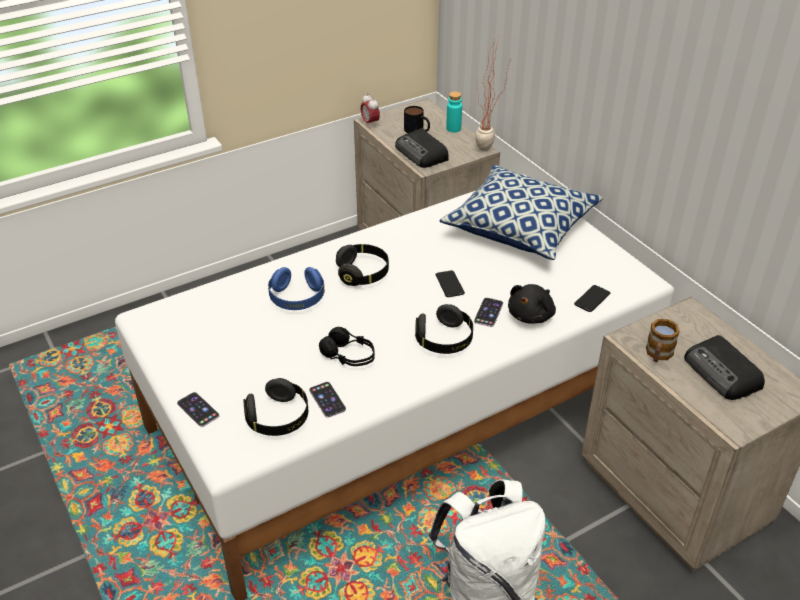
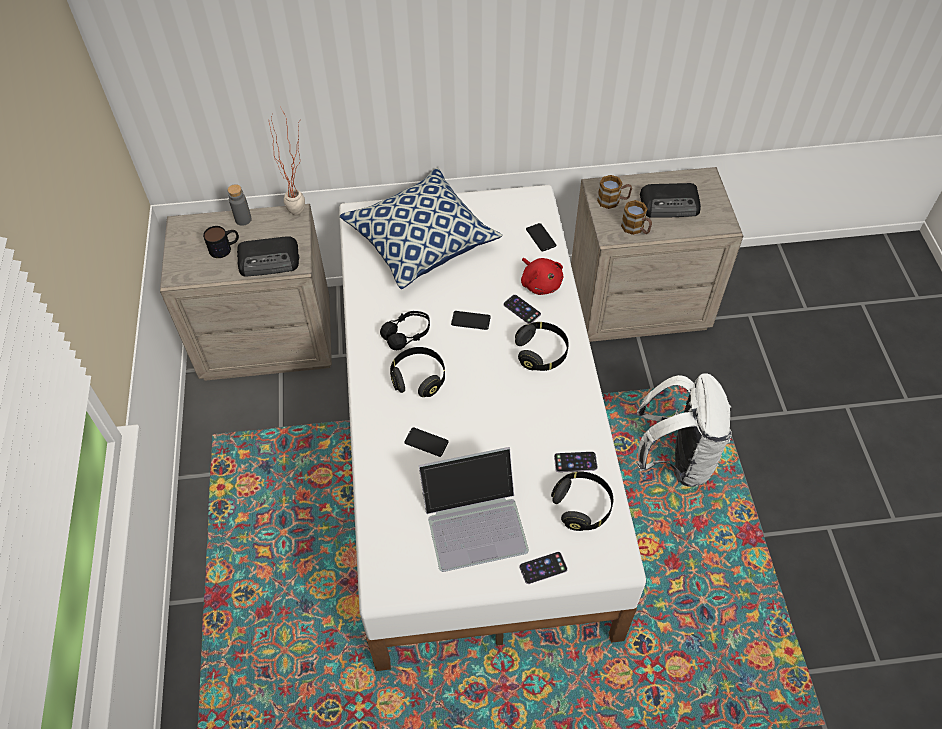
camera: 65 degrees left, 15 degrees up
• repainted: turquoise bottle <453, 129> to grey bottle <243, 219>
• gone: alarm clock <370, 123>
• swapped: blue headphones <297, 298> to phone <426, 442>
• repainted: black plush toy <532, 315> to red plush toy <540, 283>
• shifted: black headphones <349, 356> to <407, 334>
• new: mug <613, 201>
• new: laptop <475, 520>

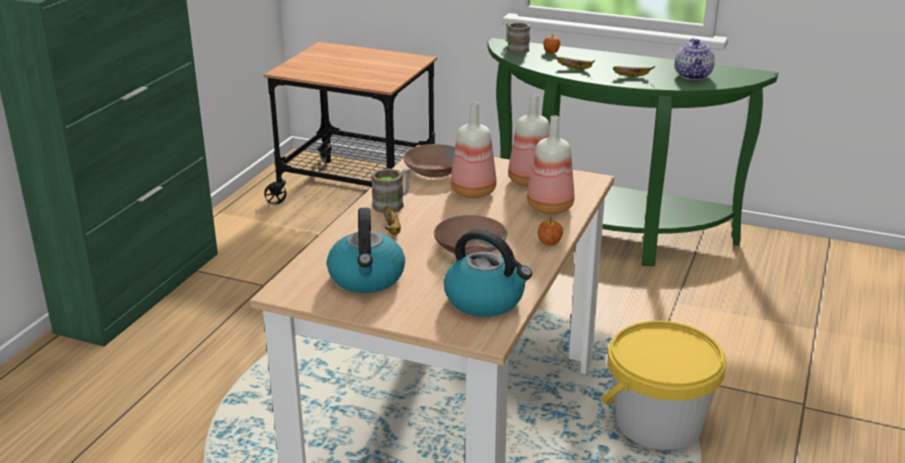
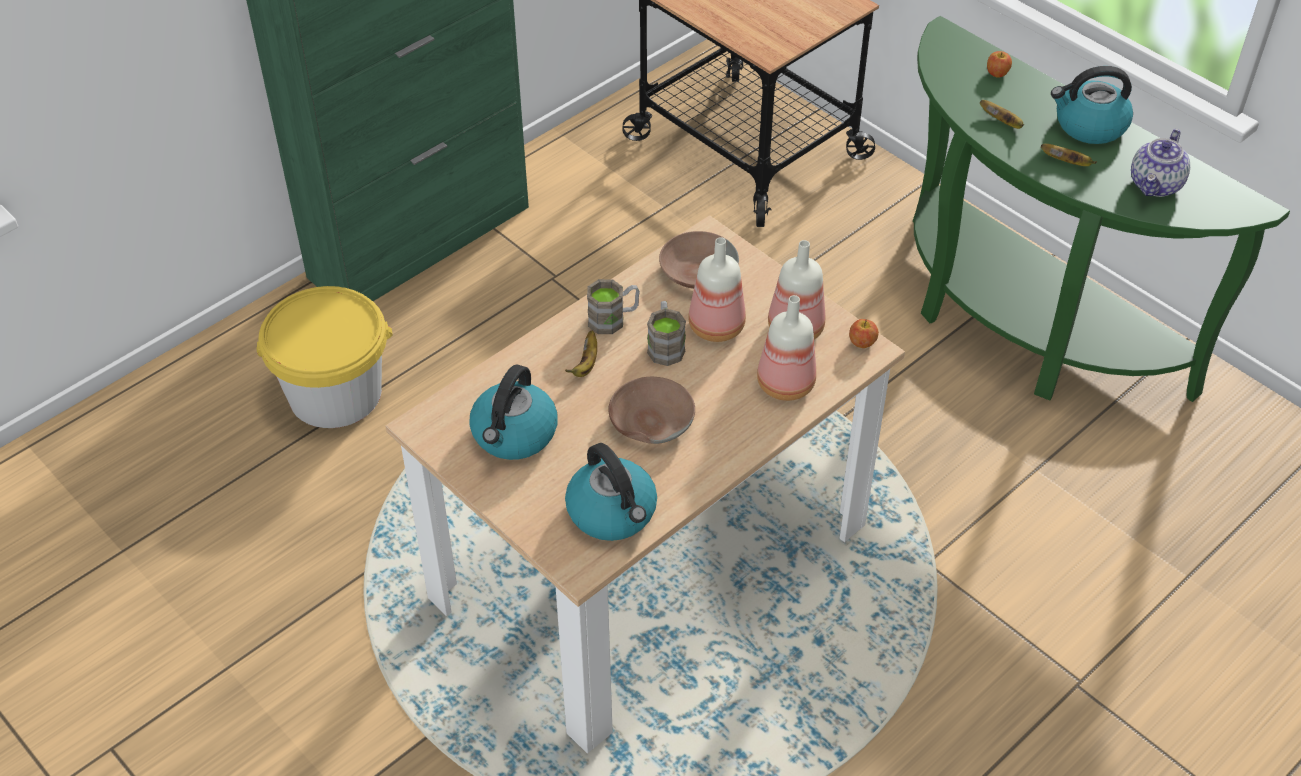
camera: 25 degrees right, 20 degrees up
• shifted: brown mug <515, 48> to <665, 345>
• shifted: apple <549, 243> to <862, 342>
• shifted: yellow bucket <658, 423> to <335, 393>
• new: kettle <1089, 126>

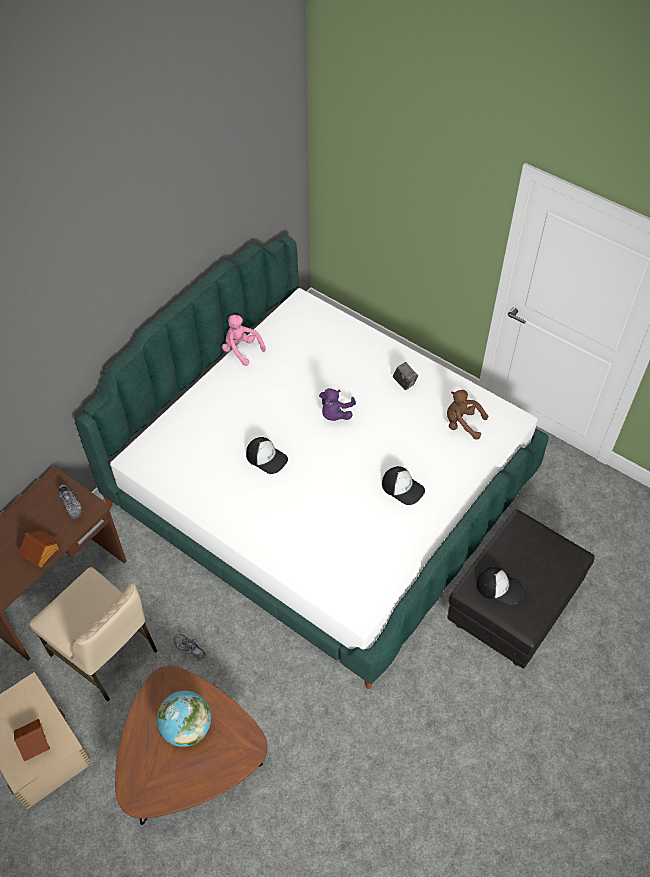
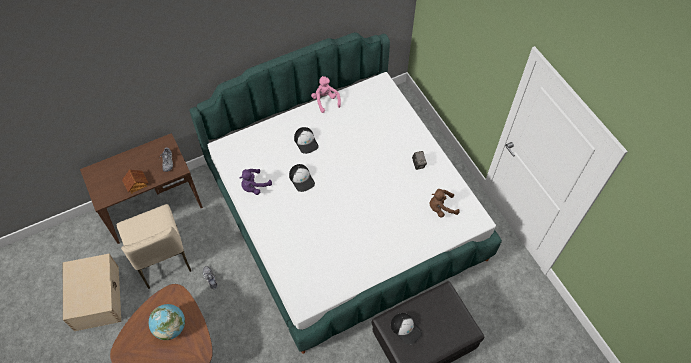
camera: 25 degrees right, 5 degrees up
• shifted: purple plush toy <335, 414> to <254, 186>
• rotated: brown plush toy <462, 423> = <441, 208> 60 degrees counterclockwise
• shifted: cap <403, 487> to <306, 142>
• gone: toy house <34, 742>

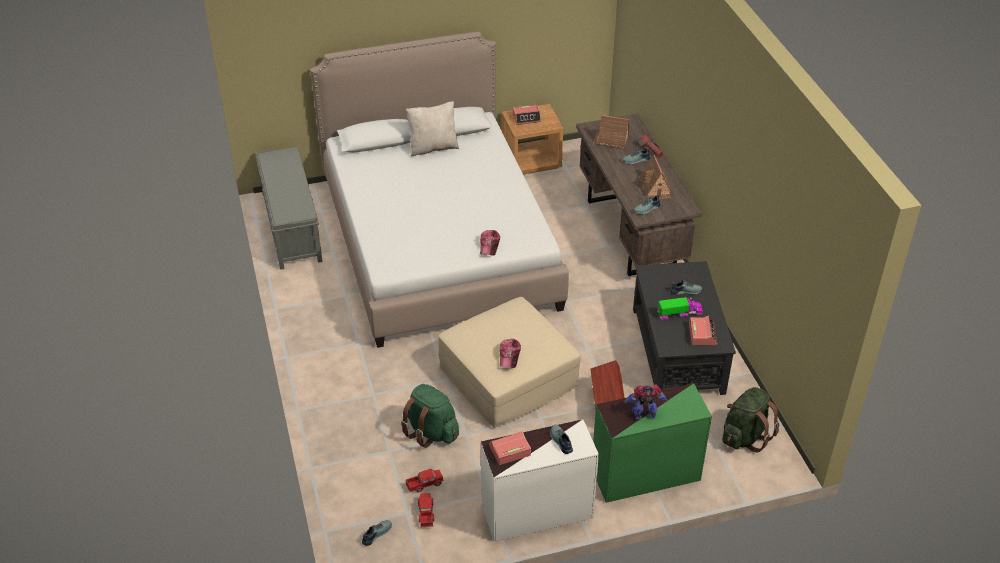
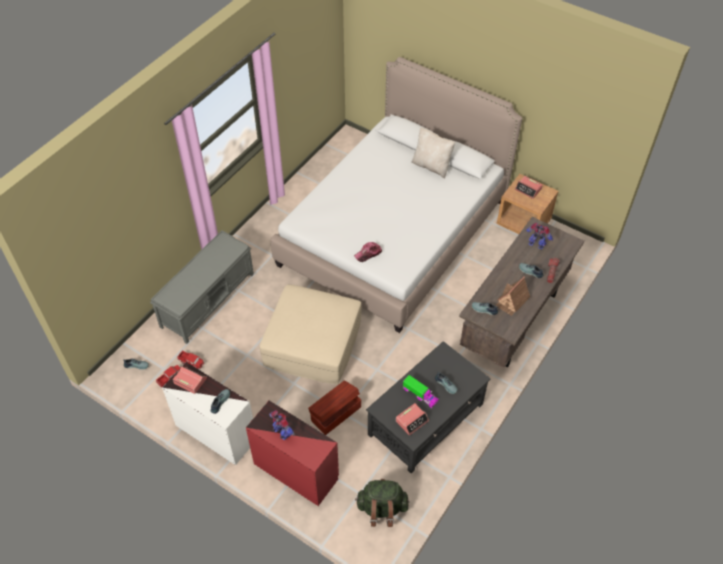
camera: 50 degrees right, 10 degrees up
• swapped: toy house <611, 140> to toy robot <536, 245>
• shifted: grey bench <291, 226> to <208, 299>
• gone: cap <509, 355>
• repainted: green dresser <644, 474> to red dresser <296, 470>
• gone: green backpack <431, 432>

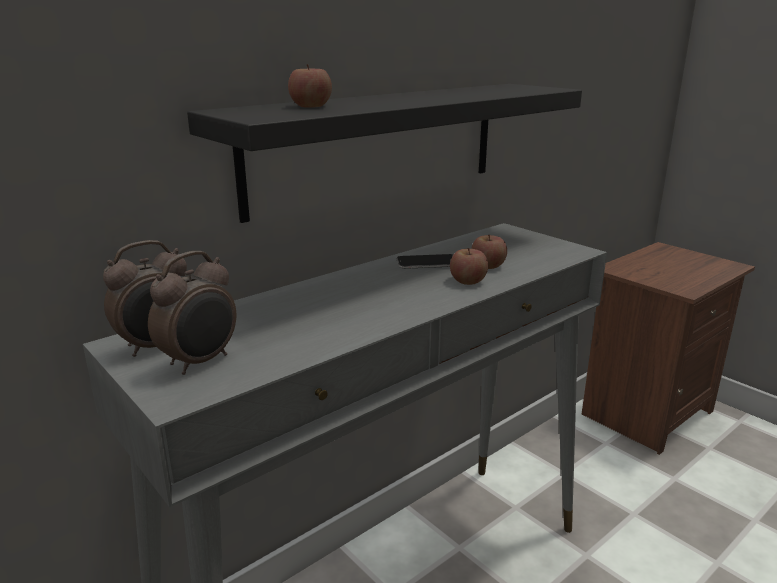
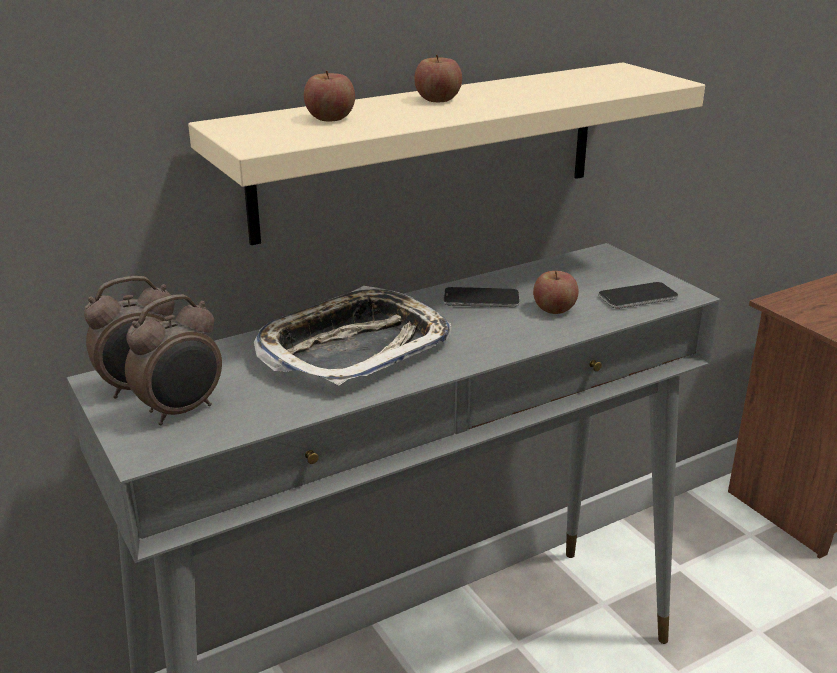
camera: 10 degrees right, 5 degrees up
• repainted: black shelf <379, 145> to beige shelf <430, 149>
• shifted: apple <468, 281> to <438, 99>
• new: phone <637, 297>
• new: tray <354, 347>

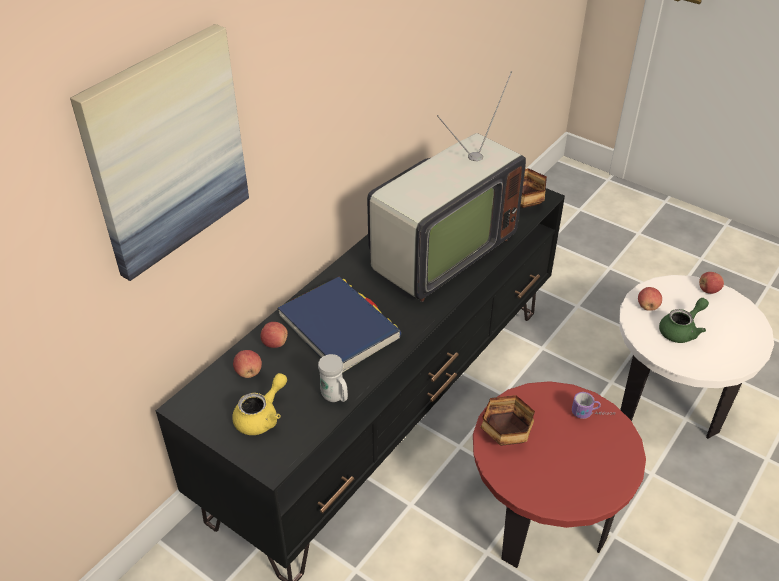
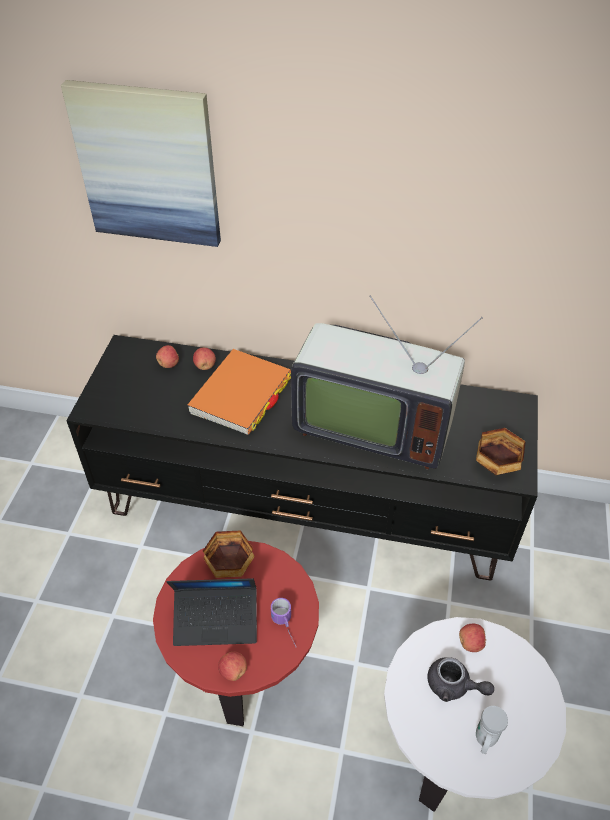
camera: 65 degrees right, 5 degrees up
• shifted: apple <708, 290> to <233, 671>
• repainted: blue book <339, 328> to orange book <241, 395>
• repainted: green teapot <681, 330> to grey teapot <454, 686>
• shifted: white mug <335, 397> to <484, 740>
• gone: yellow teapot <262, 416>
• new: laptop <216, 620>

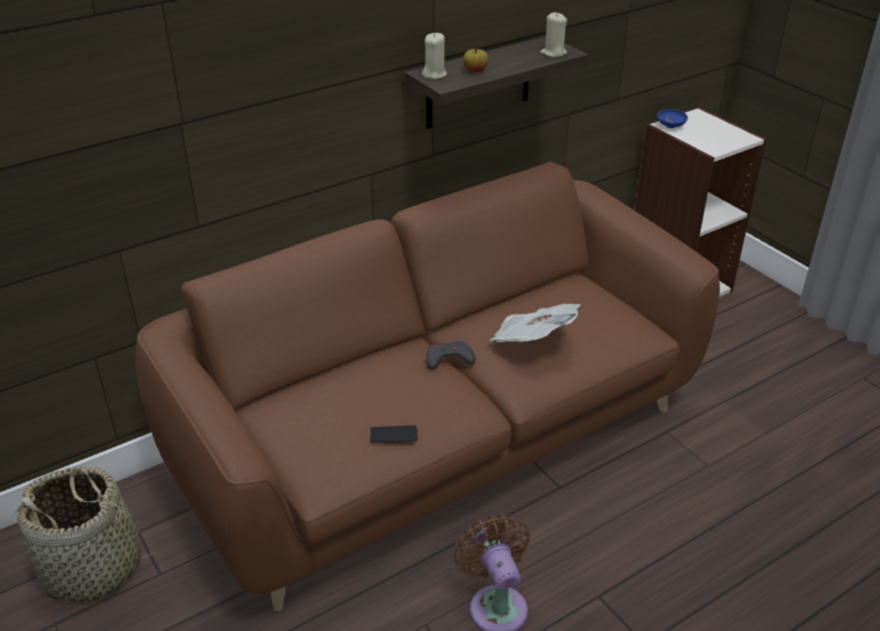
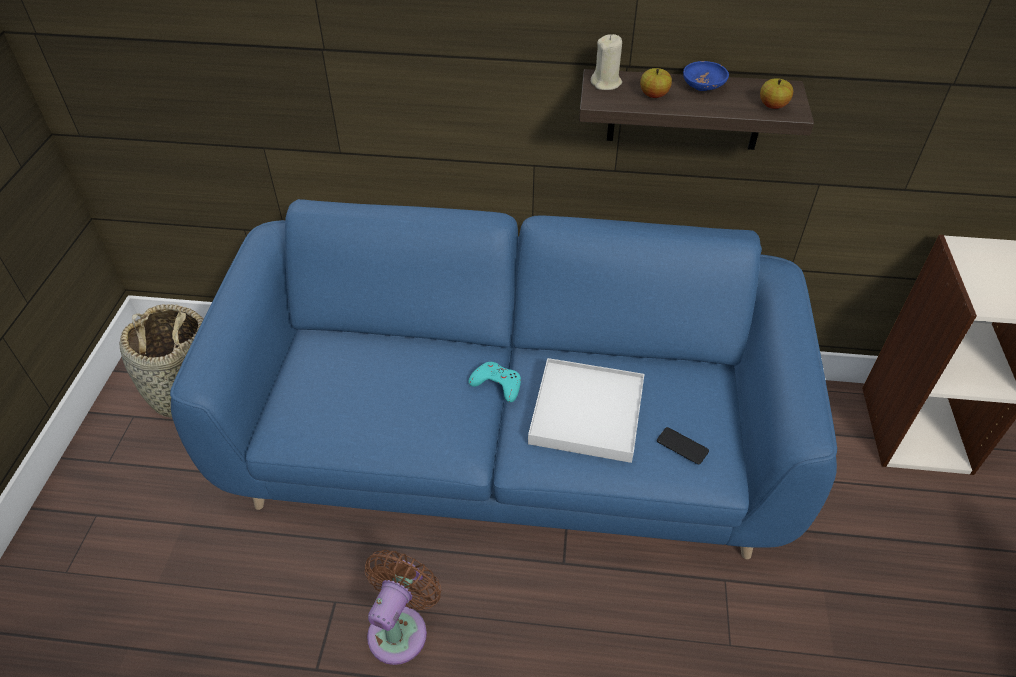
camera: 40 degrees right, 10 degrees up
• swapped: beige candle <553, 53> to apple <773, 106>
• shifted: blue bowl <671, 125> to <703, 87>
• repainted: brown sofa <439, 442> to blue sofa <508, 450>
• swapped: newspaper <532, 341> to white tray <586, 412>
• repainted: grey game controller <449, 359> to turquoise game controller <497, 384>
• shifted: phone <393, 434> to <682, 446>

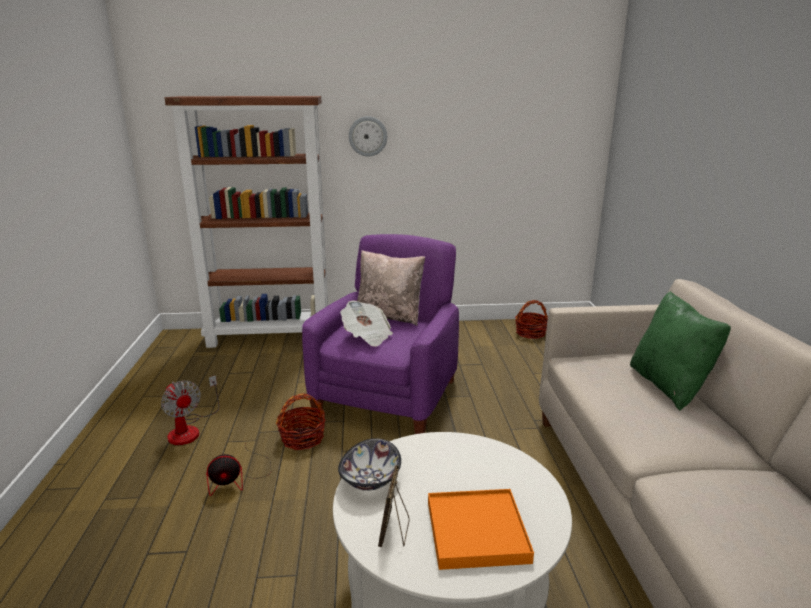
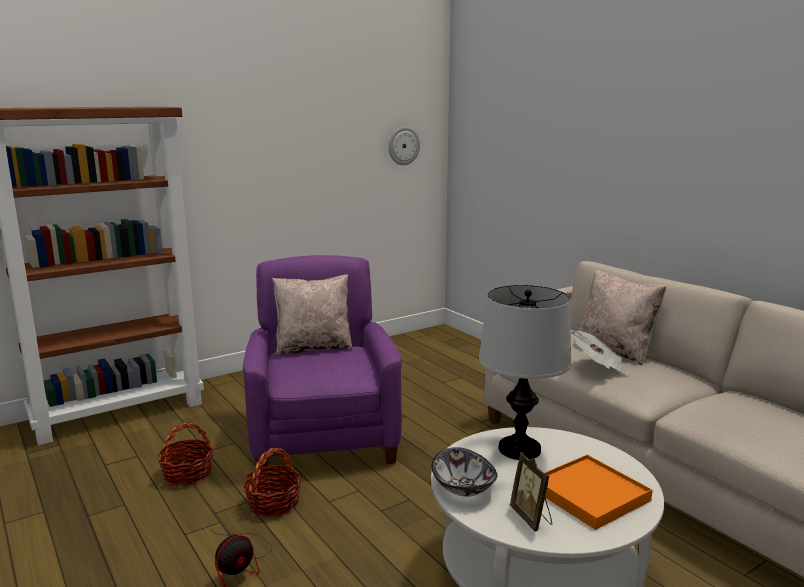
camera: 30 degrees left, 5 degrees down
• shifted: wall clock <368, 136> to <403, 145>
• repainted: green pillow <669, 386> to beige pillow <615, 350>
• shifted: newspaper <367, 336> to <598, 367>
• shifted: basket <530, 333> to <188, 474>
• gone: fan <190, 429>
• new: table lamp <519, 449>

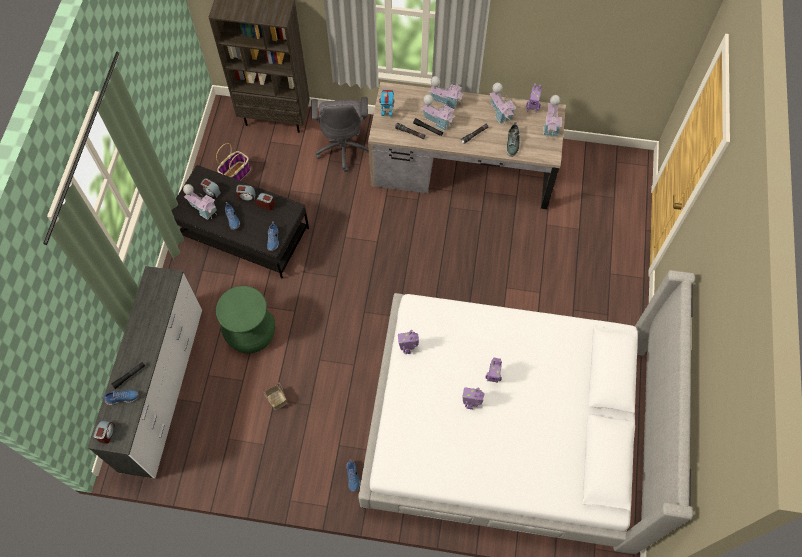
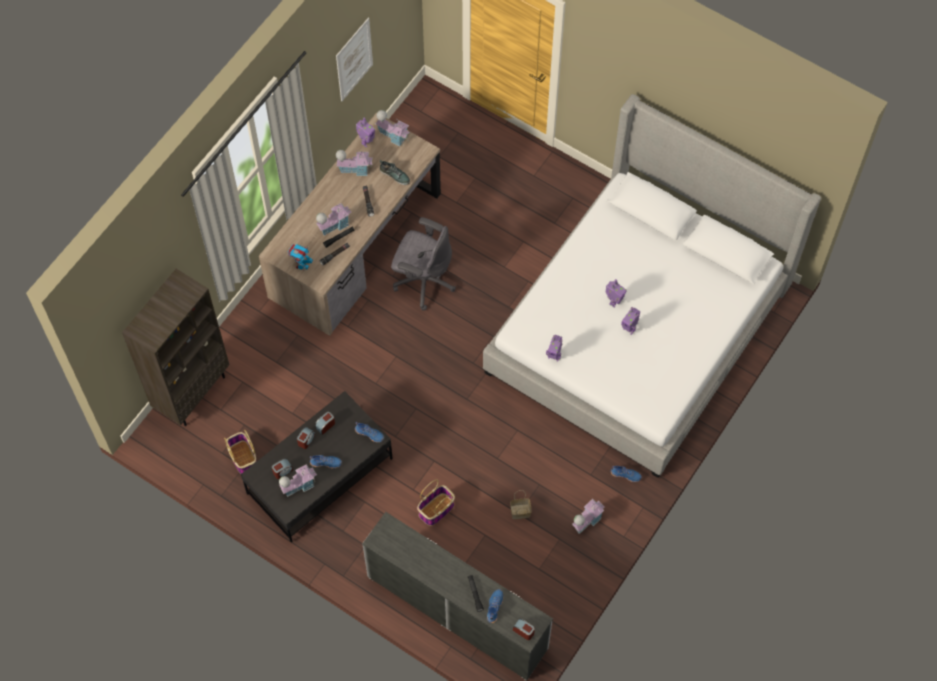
camera: 65 degrees left, 0 degrees up
• shifted: toy house <445, 101> to <586, 521>
• shifted: grey office chair <343, 147> to <423, 281>
• swapped: green stool <249, 332> to basket <436, 510>
• new: picture <354, 59>

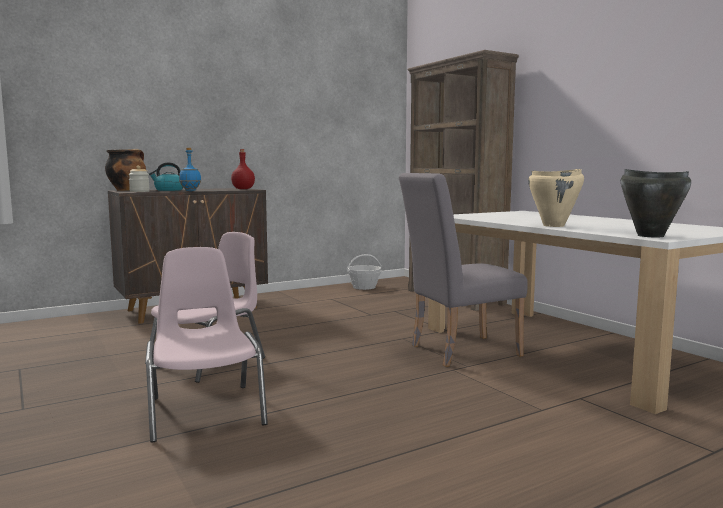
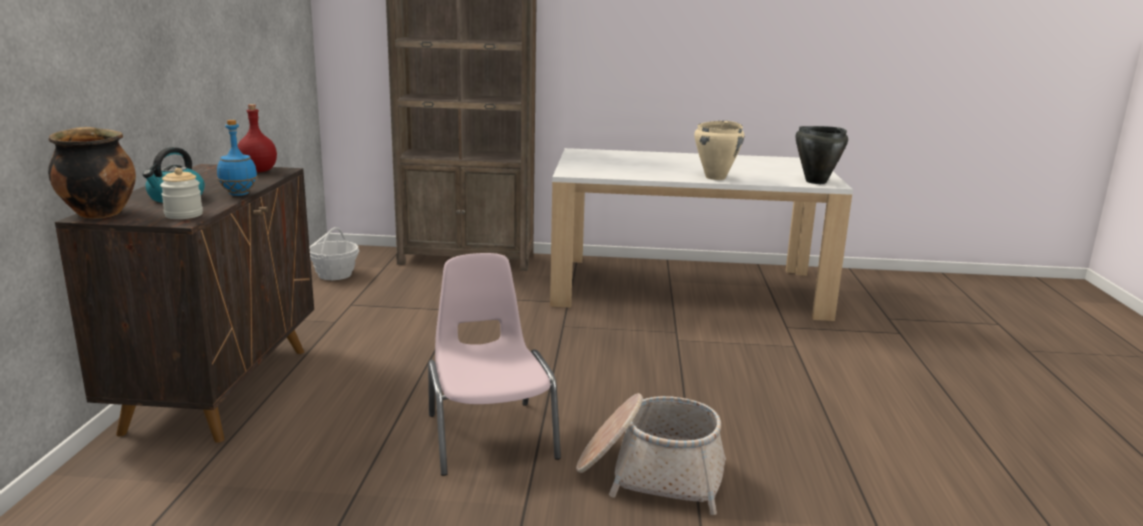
camera: 55 degrees left, 10 degrees up
• gone: grey chair <457, 351>
• swapped: pink chair <205, 410> to basket <650, 474>

